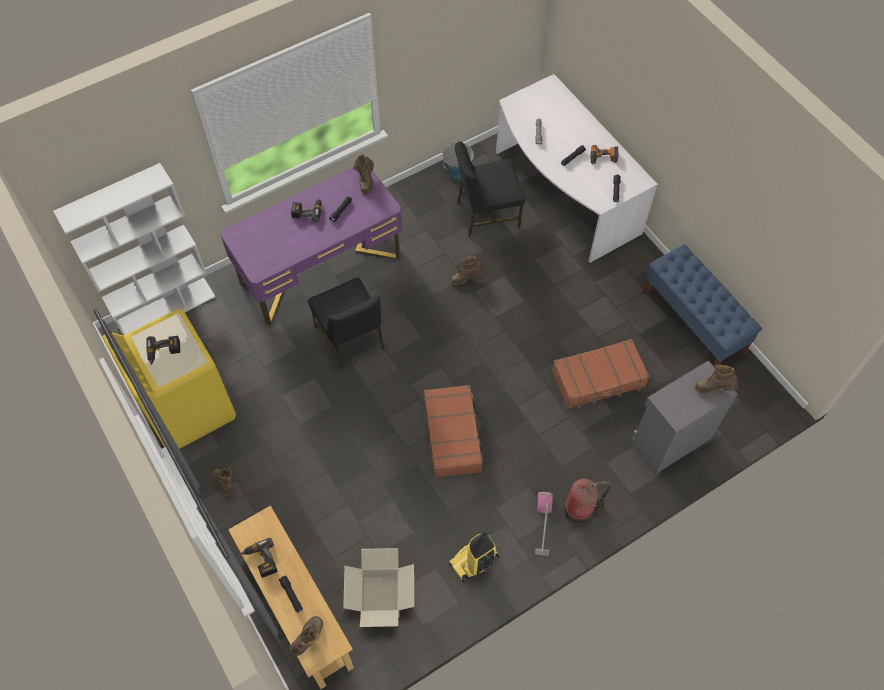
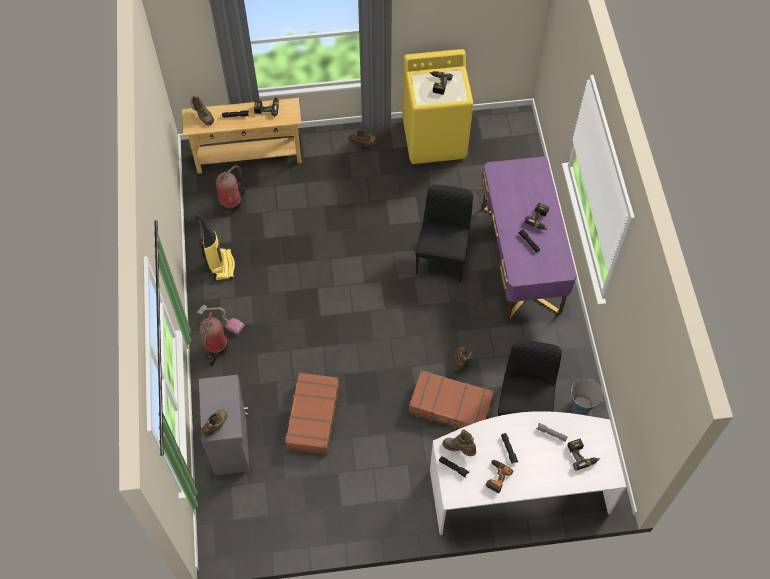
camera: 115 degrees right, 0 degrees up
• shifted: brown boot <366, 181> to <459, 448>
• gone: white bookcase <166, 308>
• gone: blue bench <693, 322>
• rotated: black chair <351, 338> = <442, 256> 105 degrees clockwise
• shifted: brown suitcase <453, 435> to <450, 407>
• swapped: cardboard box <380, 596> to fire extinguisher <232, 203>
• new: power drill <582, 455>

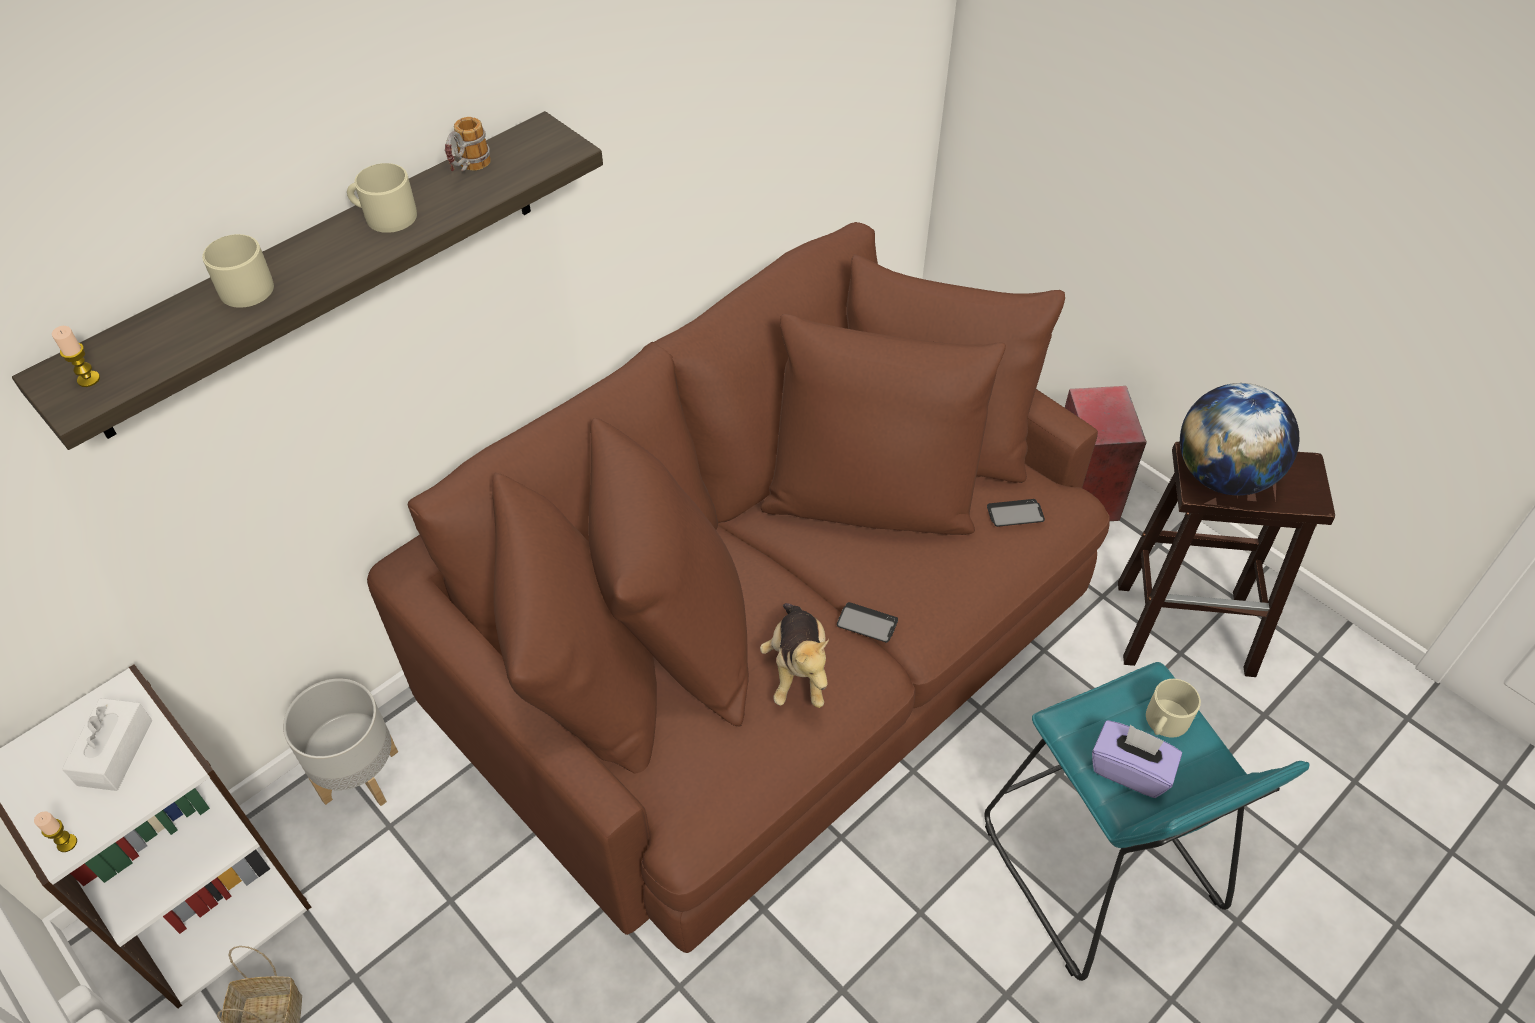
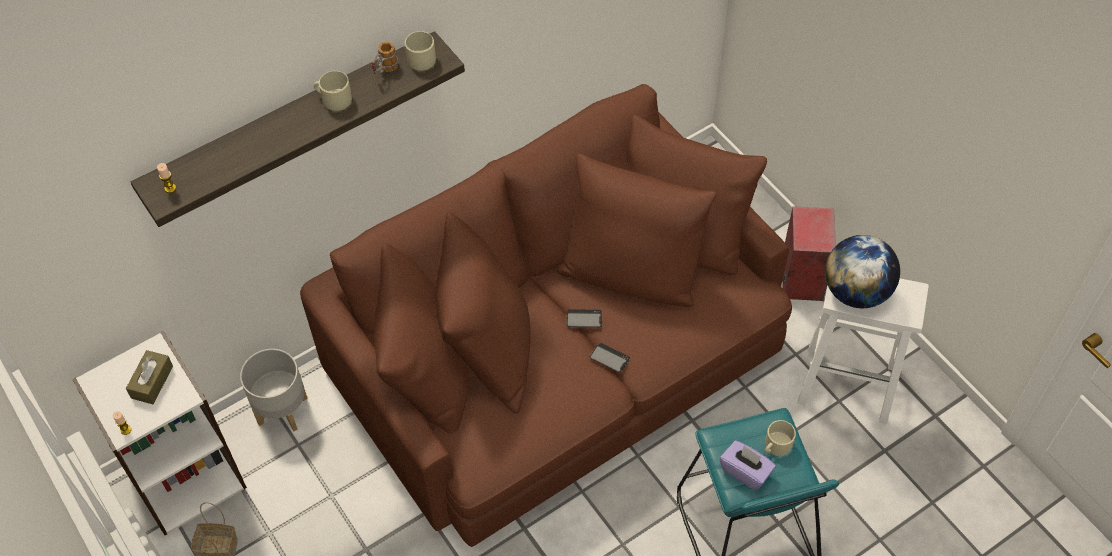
camera: 10 degrees right, 5 degrees up
• shifted: beige mug <245, 285> to <421, 57>
• repainted: brown stool <1187, 628> to white stool <848, 384>
• shifted: phone <1015, 514> to <584, 319>
• gone: plush toy <797, 669>
• repainted: white tissue box <115, 752> to brown tissue box <152, 382>

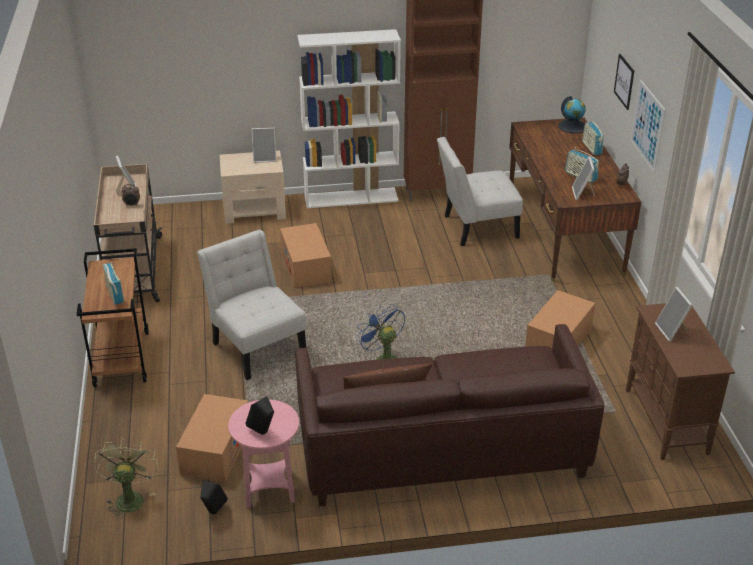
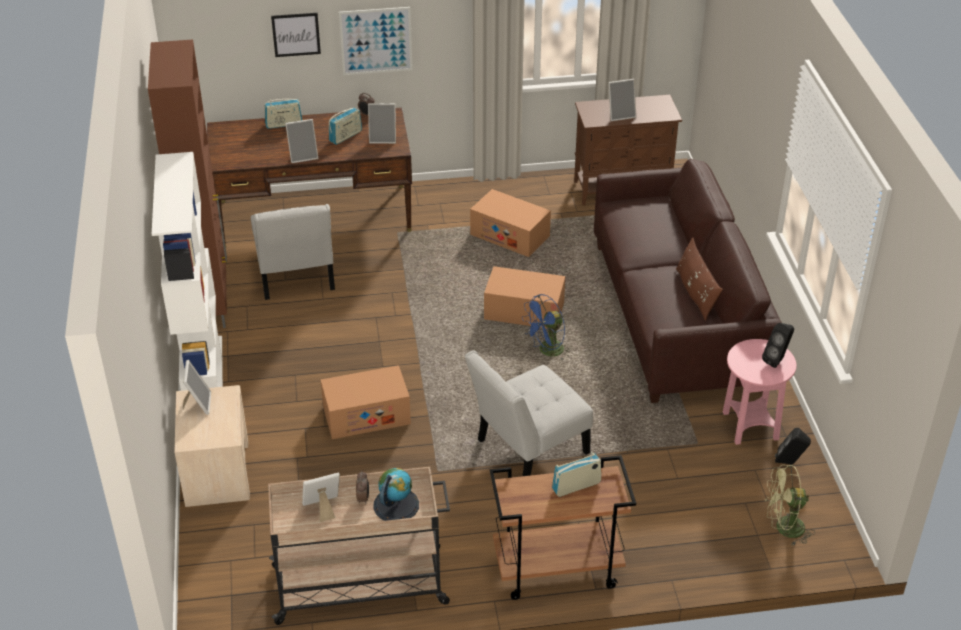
camera: 90 degrees left, 5 degrees up
• shifted: globe <572, 126> to <396, 505>
• shifted: cardboard box <216, 450> to <524, 311>
• new: picture frame <303, 156>

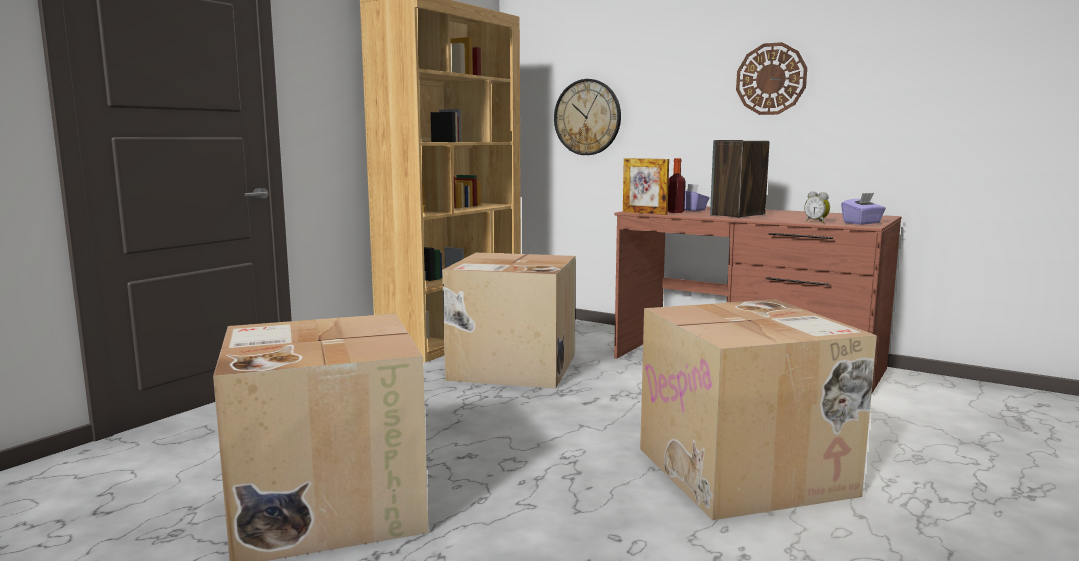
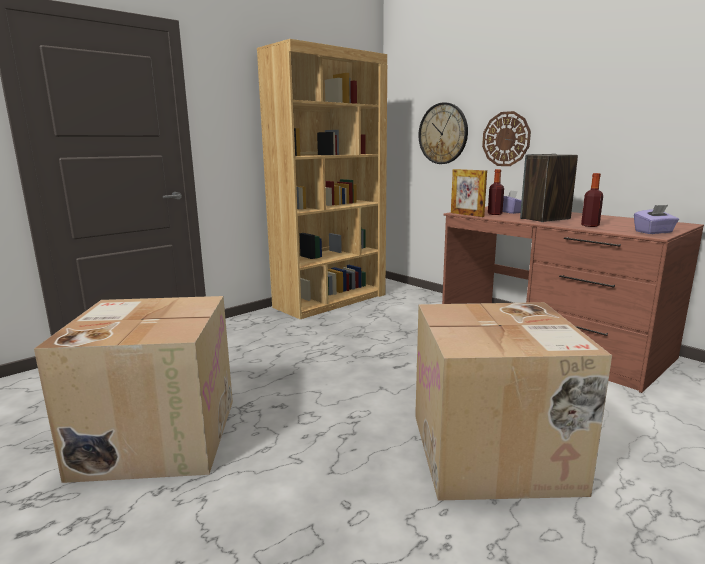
camera: 15 degrees right, 5 degrees up
• shifted: wall clock <771, 79> to <506, 139>
• gone: alarm clock <817, 222>
• gone: cardboard box <511, 367>
• new: bottle <590, 225>

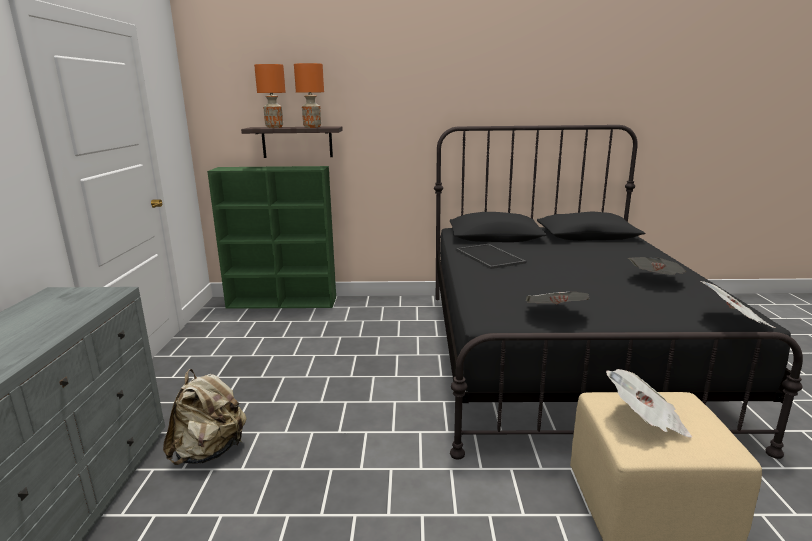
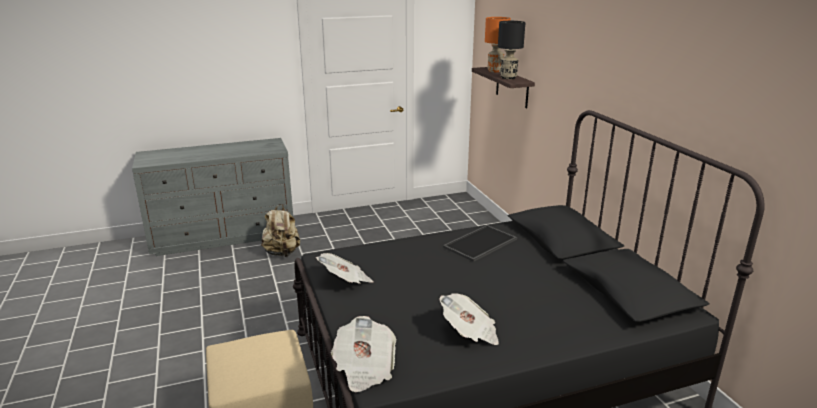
camera: 70 degrees right, 5 degrees up
• repainted: orange table lamp <312, 127> to black table lamp <508, 77>
• gone: green bookcase <283, 302>
• gone: newspaper <645, 421>

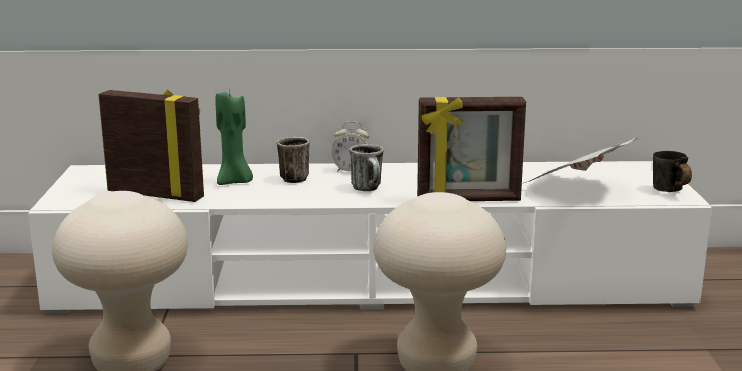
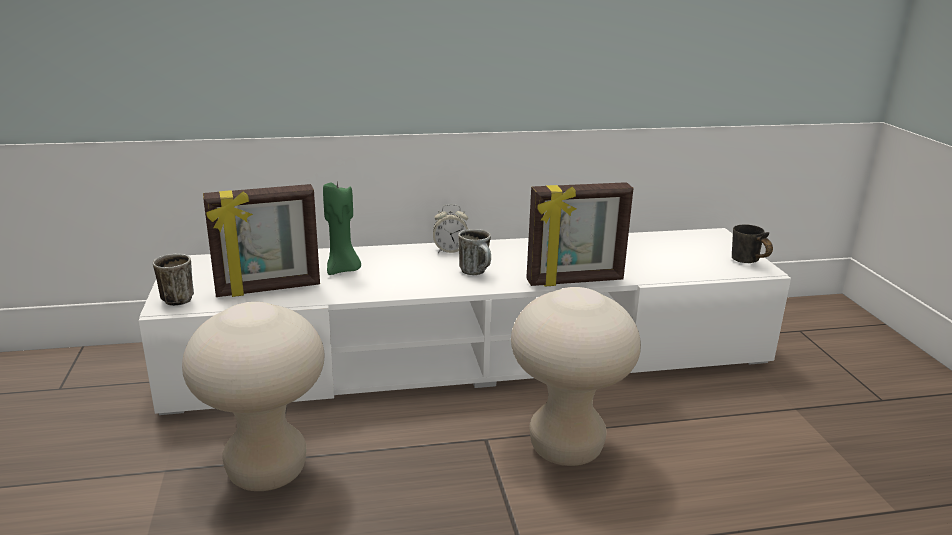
camera: 10 degrees left, 5 degrees up
• rotated: picture frame <156, 194> = <268, 289> 150 degrees clockwise
• shifted: mug <294, 178> to <178, 298>
• gone: newspaper <576, 189>

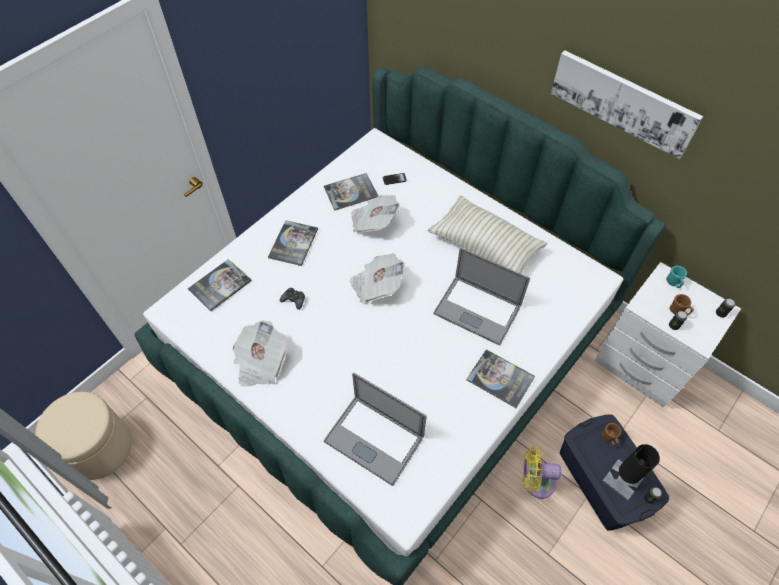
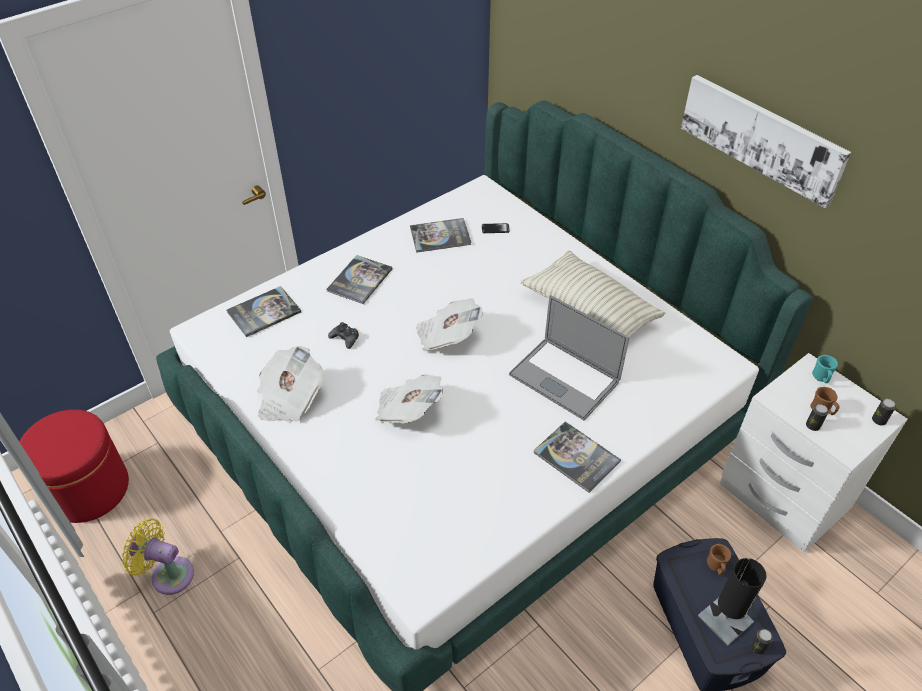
camera: 10 degrees right, 10 degrees down
• shifted: newspaper <373, 222> to <408, 410>
• gone: laptop <374, 439>
• repainted: beige ottoman <99, 448> to red ottoman <88, 489>
• shifted: yellow fan <535, 481> to <168, 574>

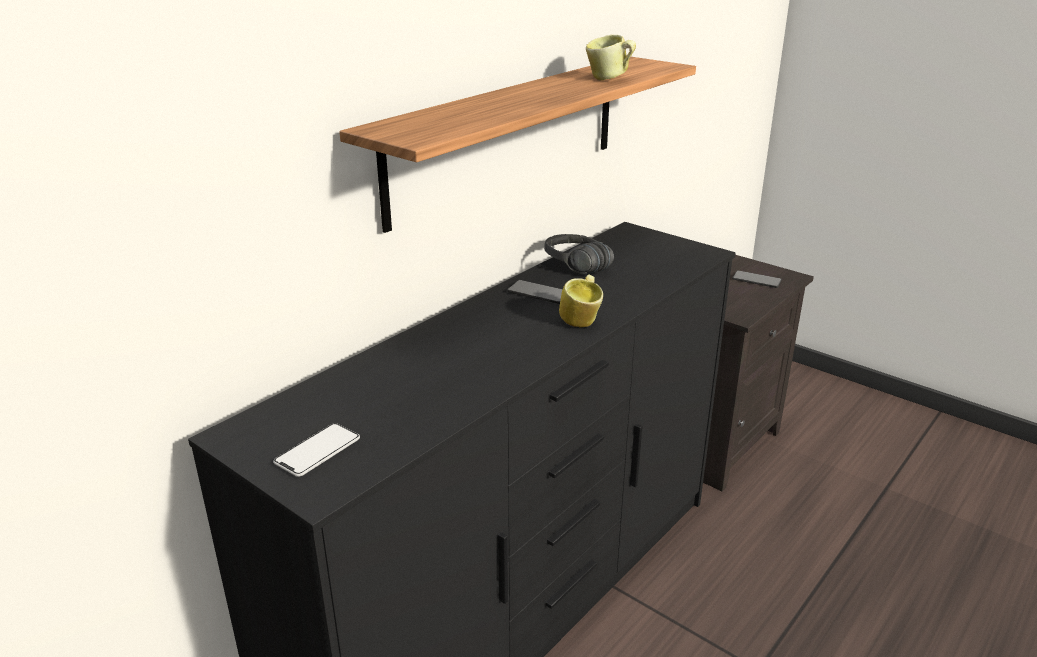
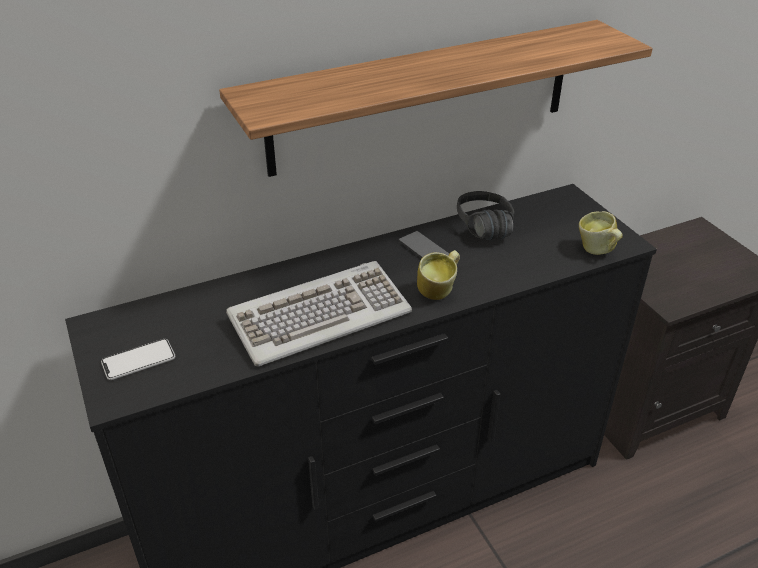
camera: 25 degrees right, 10 degrees up
• shifted: mug <610, 79> to <597, 251>
• gone: phone <756, 280>
• new: keyboard <320, 316>

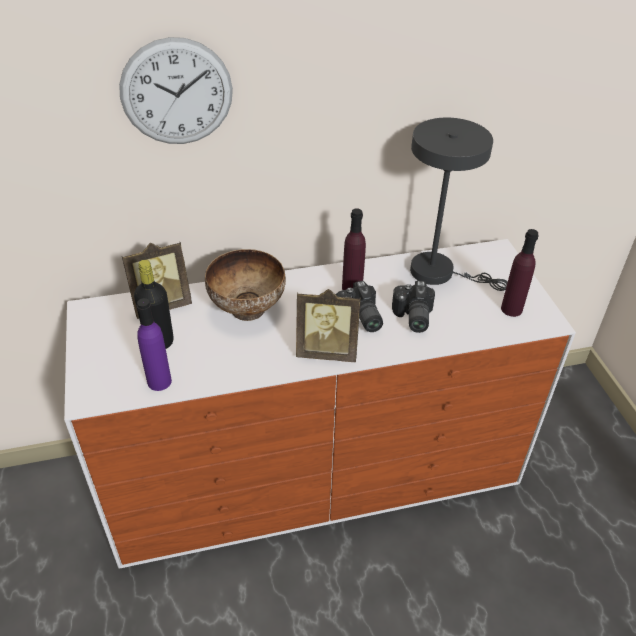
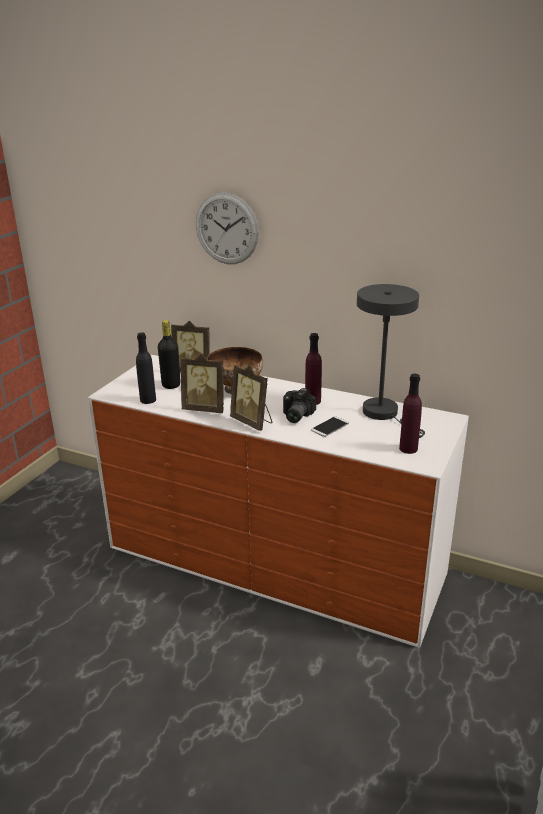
camera: 40 degrees right, 15 degrees down
• swapped: photo camera <411, 317> to phone <330, 427>
• repainted: purple bottle <159, 381> to black bottle <148, 400>
• new: picture frame <205, 408>

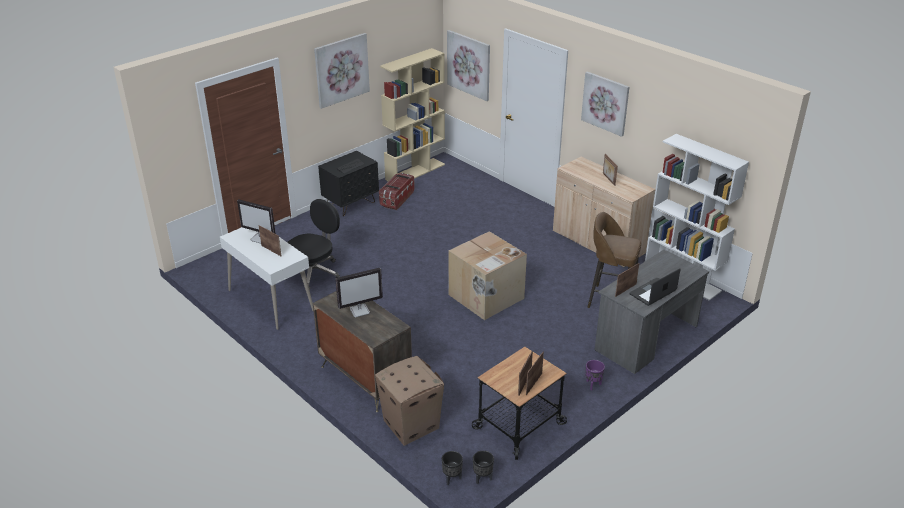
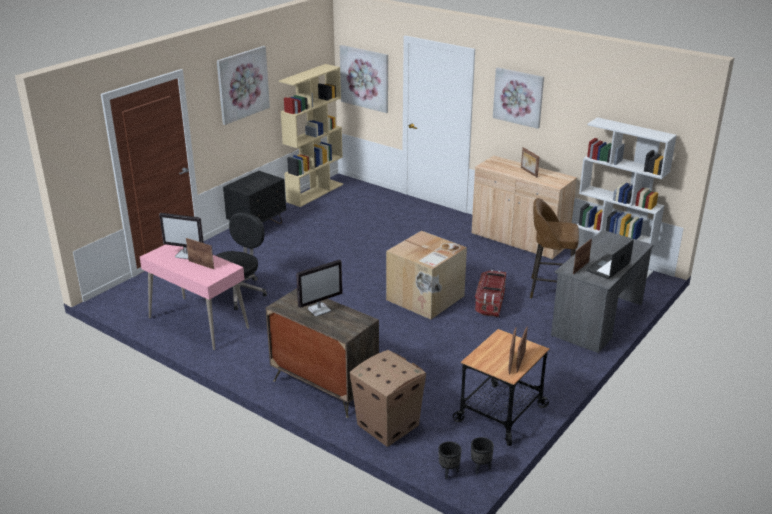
camera: 10 degrees left, 5 degrees down
• shifted: storage box <397, 199> to <490, 303>
• repainted: white desk <270, 300> to pink desk <198, 323>
• gone: purple planter <592, 385>

